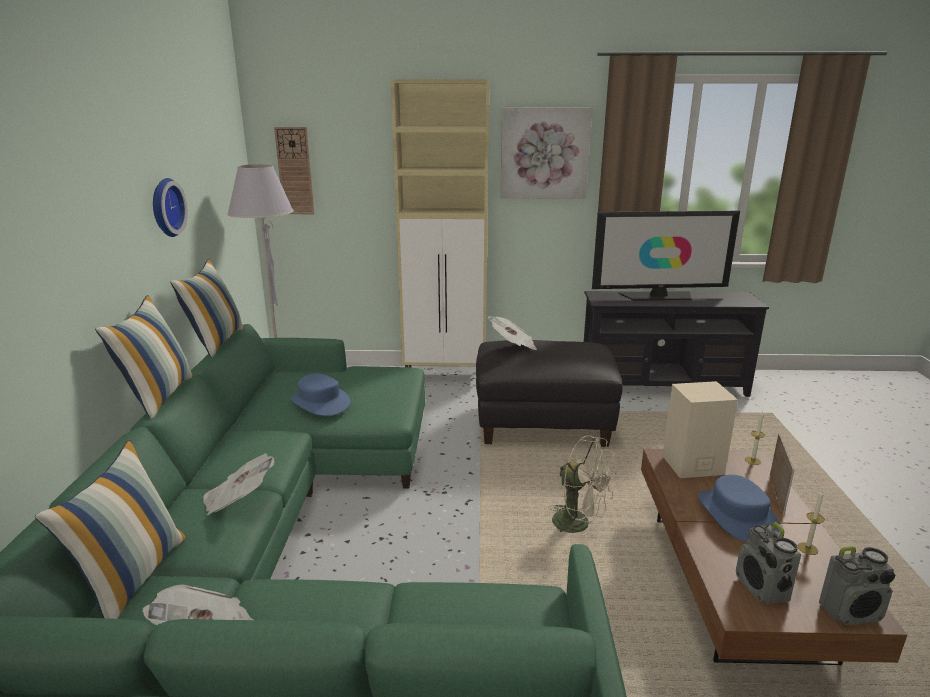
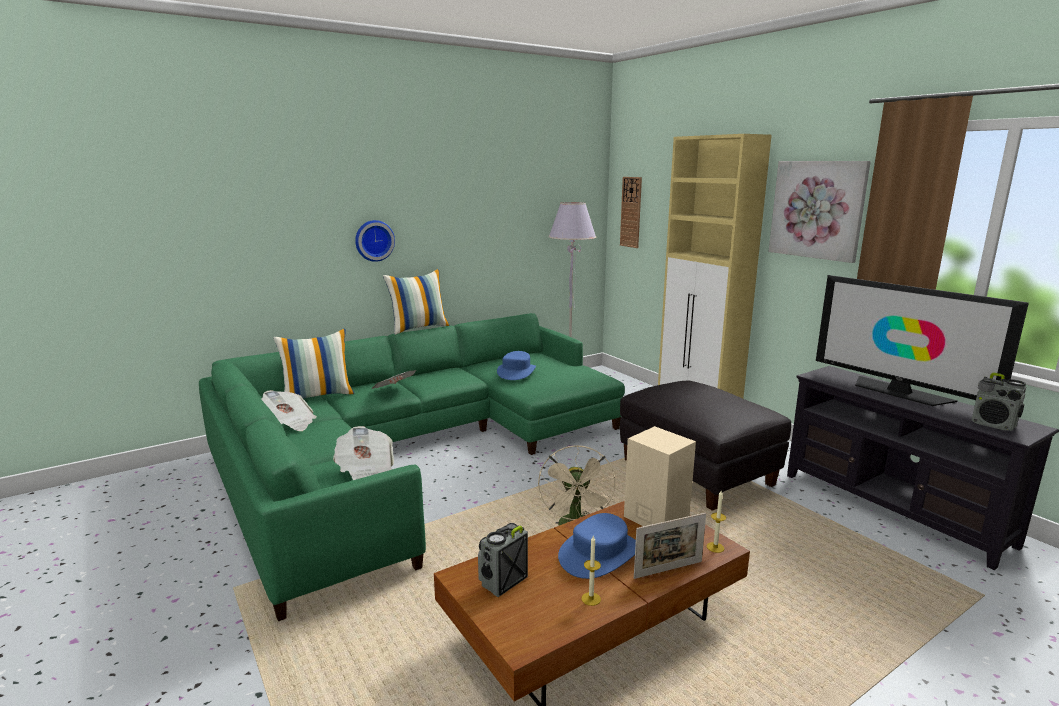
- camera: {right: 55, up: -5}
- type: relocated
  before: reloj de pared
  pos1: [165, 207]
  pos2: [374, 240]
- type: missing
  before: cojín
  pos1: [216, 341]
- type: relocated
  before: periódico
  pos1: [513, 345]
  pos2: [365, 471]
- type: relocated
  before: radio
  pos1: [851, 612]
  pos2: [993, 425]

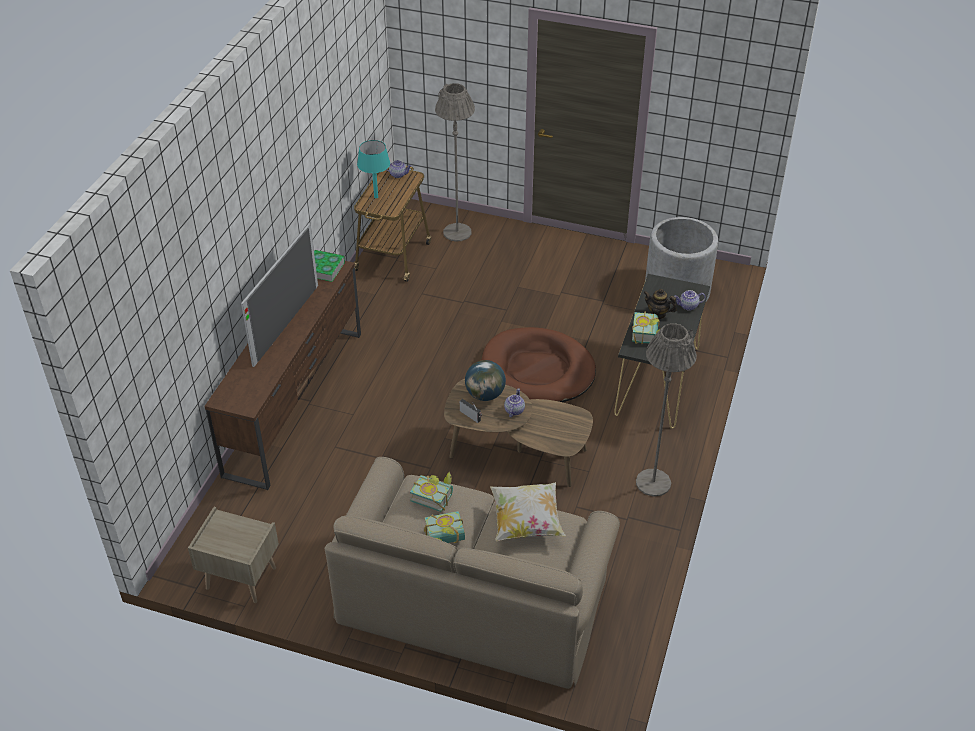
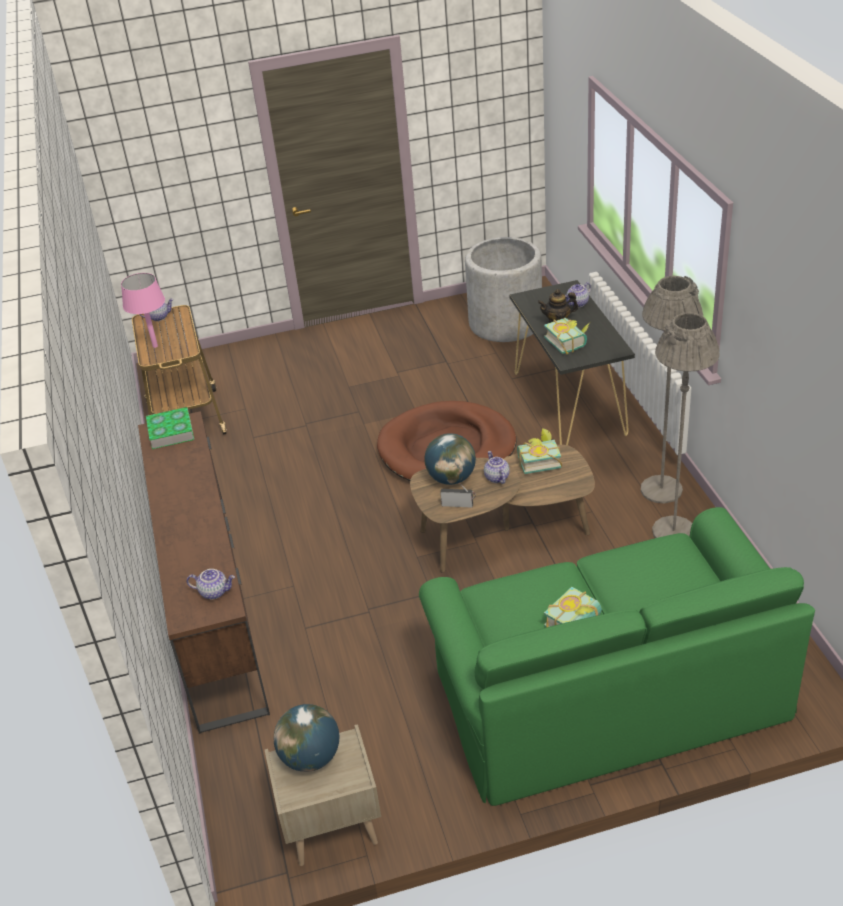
- camera: {right: -30, up: -5}
- type: relocated
  before: lámpara de pie (gris)
  pos1: [457, 232]
  pos2: [674, 531]
- type: colour
  before: lámpara de mesa (turquesa)
  after: lámpara de mesa (rosa)
  pos1: [376, 197]
  pos2: [155, 346]
- type: missing
  before: televisor
  pos1: [286, 324]
- type: colour
  before: sofá (beis)
  after: sofá (verde)
  pos1: [472, 597]
  pos2: [606, 691]
- type: relocated
  before: libro
  pos1: [433, 496]
  pos2: [538, 461]
- type: missing
  before: cojín
  pos1: [526, 522]
- type: appeared
  after: tetera
  pos2: [214, 591]
- type: appeared
  after: globo terráqueo
  pos2: [311, 757]

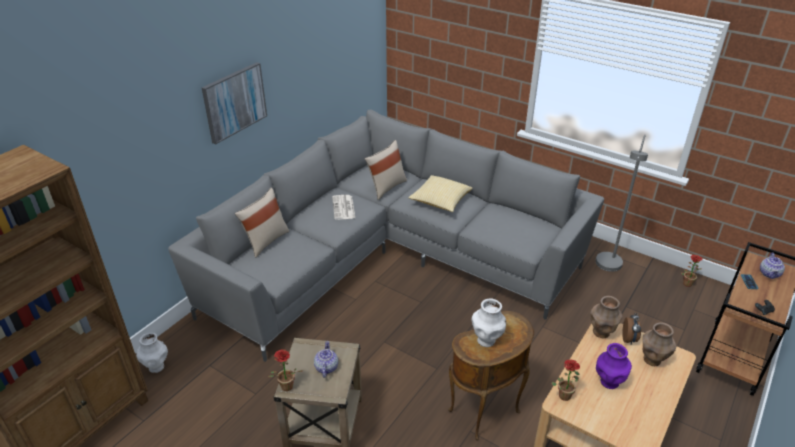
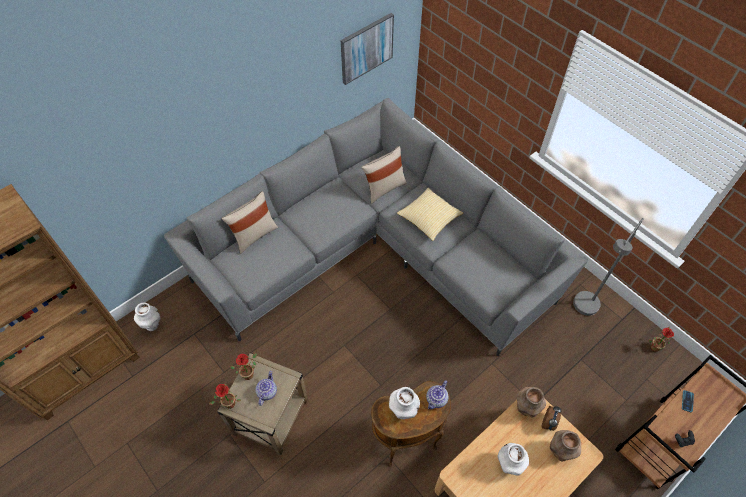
- camera: {right: 15, up: 20}
- type: relocated
  before: cuadro
  pos1: [234, 102]
  pos2: [366, 48]
- type: missing
  before: periódico
  pos1: [344, 208]
- type: relocated
  before: tetera
  pos1: [769, 274]
  pos2: [436, 400]
- type: colour
  before: florero (morado)
  after: florero (blanco)
  pos1: [608, 382]
  pos2: [509, 465]
- type: relocated
  before: planta en maceta
  pos1: [564, 394]
  pos2: [249, 373]

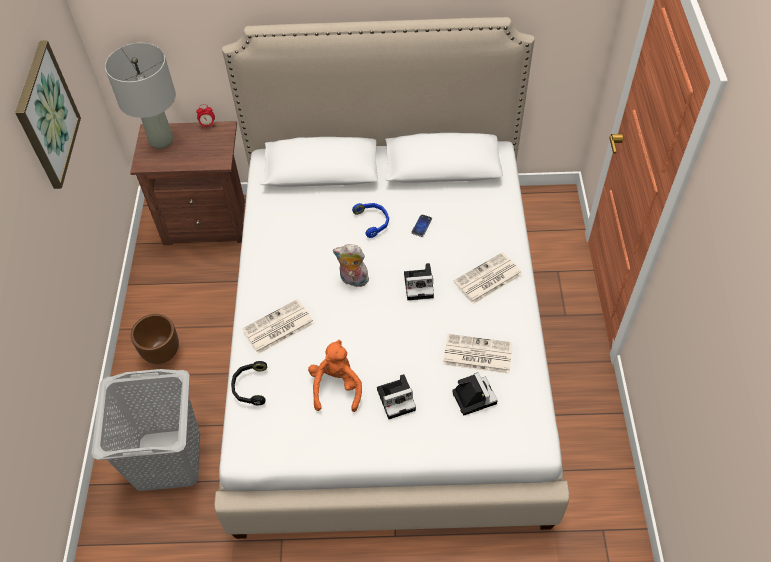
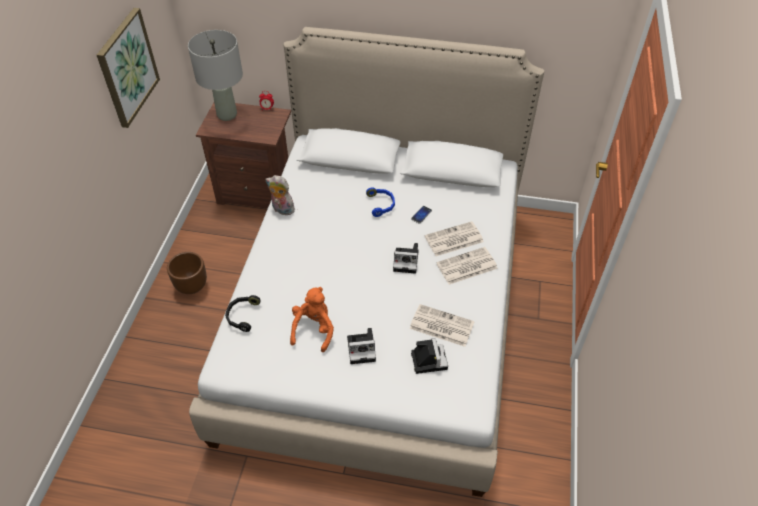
- camera: {right: 10, up: -5}
- type: relocated
  before: peluche
  pos1: [353, 280]
  pos2: [281, 210]
- type: relocated
  before: periódico
  pos1: [278, 327]
  pos2: [453, 240]
- type: missing
  before: cesto de la ropa (gris)
  pos1: [169, 459]

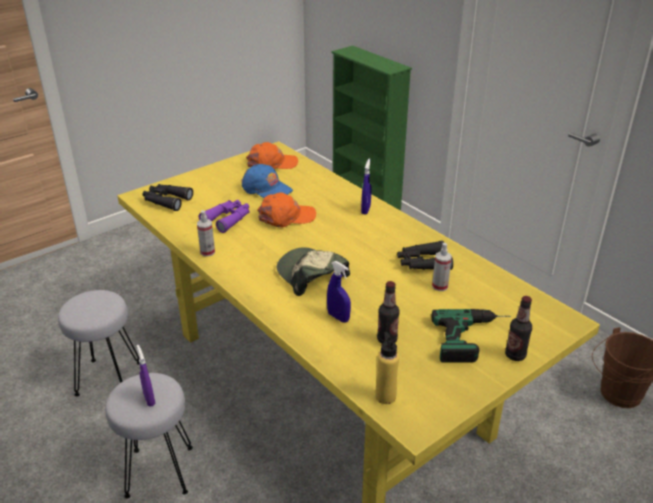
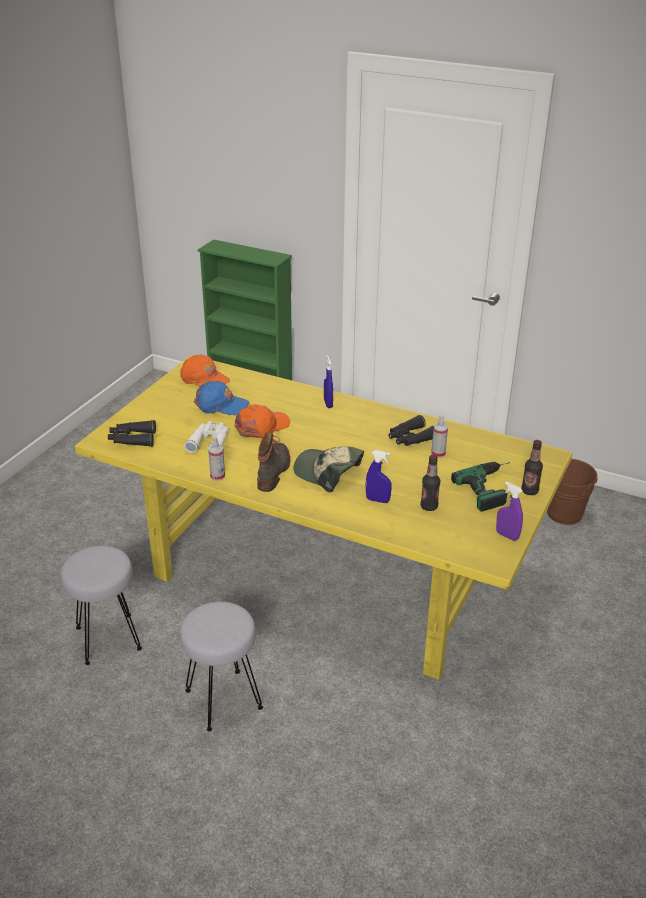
- camera: {right: -25, up: 0}
- type: spun
  before: gorra (naranja)
  pos1: [272, 164]
  pos2: [204, 379]
  turn: 75
- type: colour
  before: prismáticos (morado)
  after: prismáticos (blanco)
  pos1: [228, 219]
  pos2: [209, 442]
- type: missing
  before: botella (amarillo)
  pos1: [385, 396]
- type: relocated
  before: pulverizador (morado)
  pos1: [149, 399]
  pos2: [507, 535]
- type: appeared
  after: bota
  pos2: [274, 471]

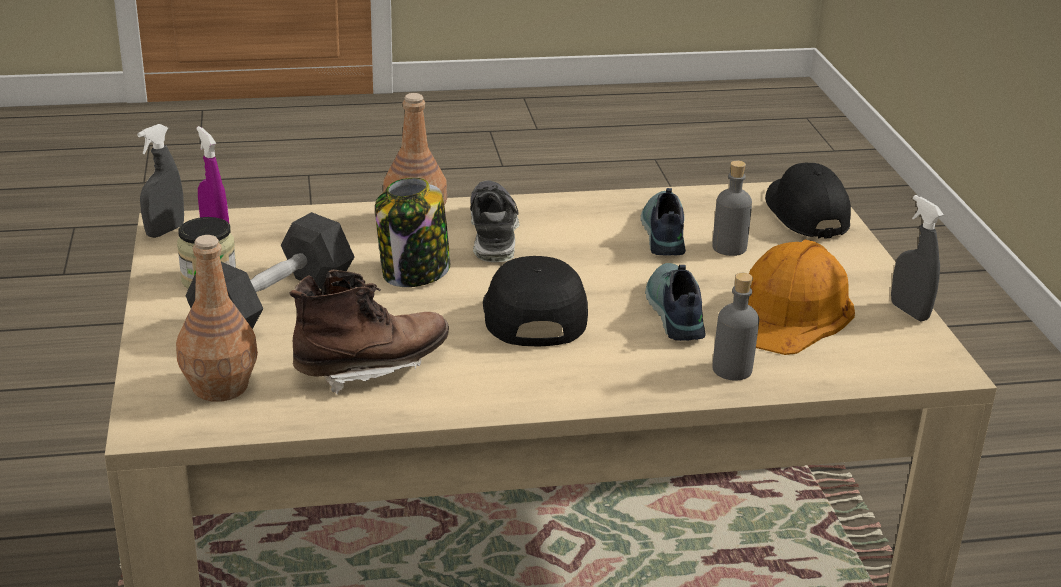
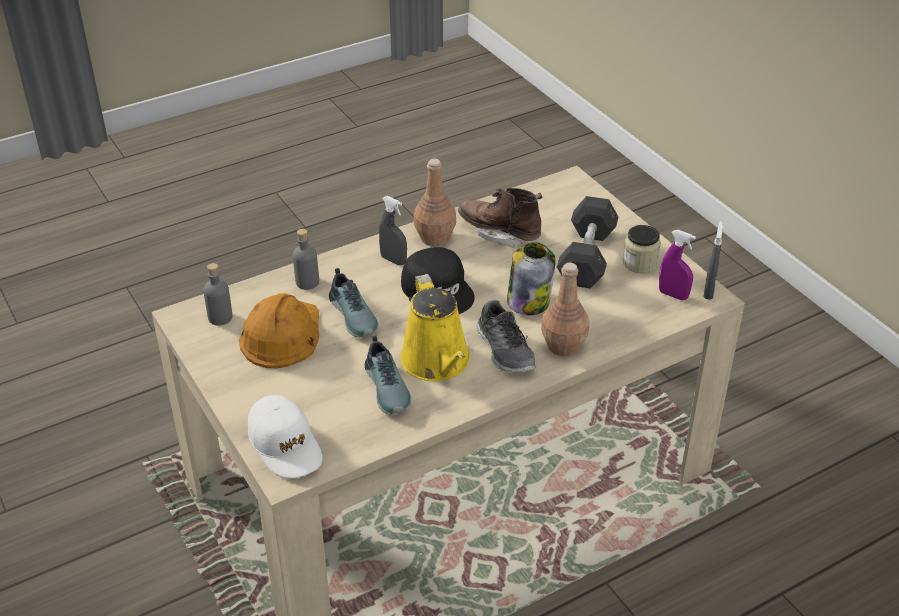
- camera: {right: 160, up: 10}
- type: relocated
  before: botella (gris)
  pos1: [729, 247]
  pos2: [220, 317]
- type: colour
  before: gorra (negro)
  after: gorra (blanco)
  pos1: [805, 213]
  pos2: [285, 445]
- type: relocated
  before: pulverizador (gris)
  pos1: [909, 311]
  pos2: [393, 260]
- type: relocated
  before: botella (marrón)
  pos1: [221, 386]
  pos2: [434, 238]
- type: spun
  before: bota (marrón)
  pos1: [371, 368]
  pos2: [499, 233]
  turn: 75
- type: appeared
  after: regadera (amarillo)
  pos2: [437, 363]

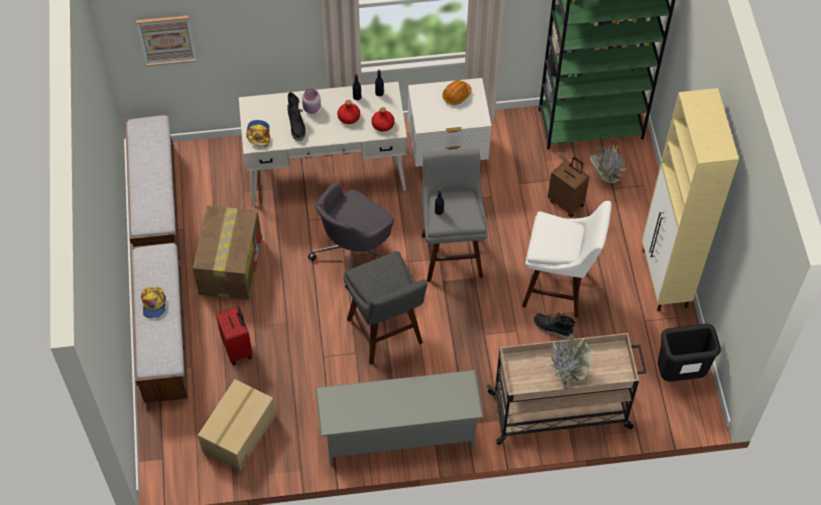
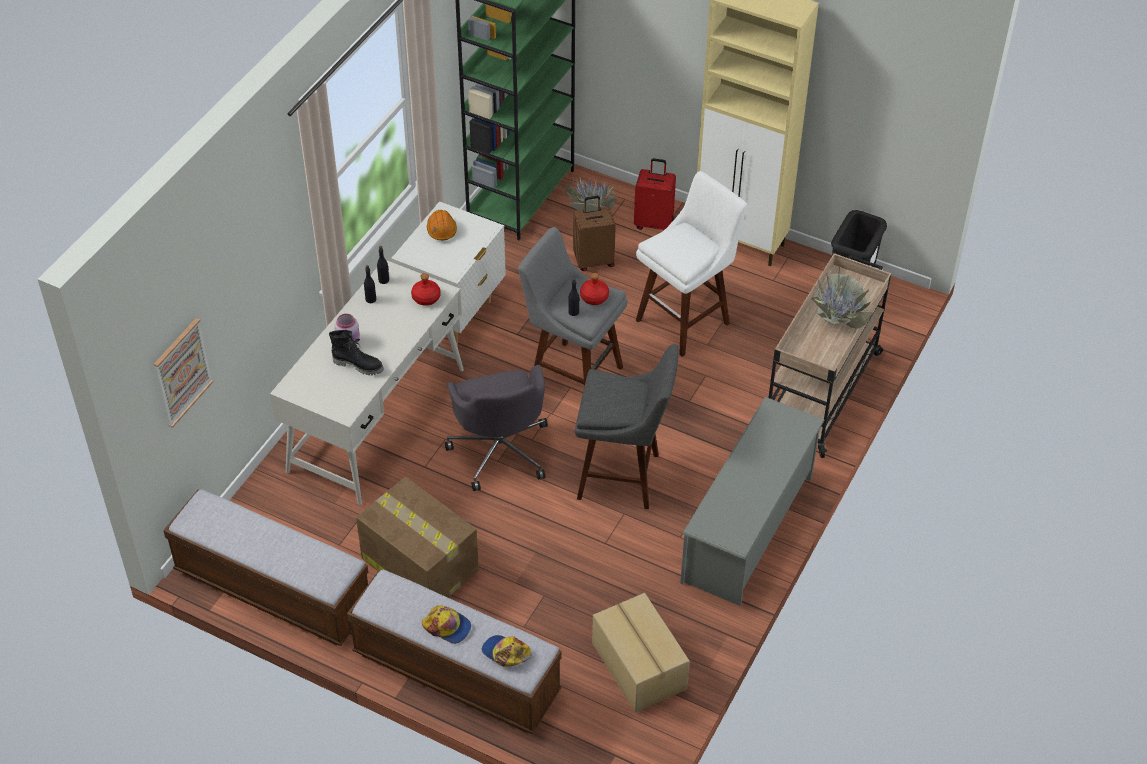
- camera: {right: -55, up: -10}
- type: relocated
  before: botella (rojo)
  pos1: [348, 117]
  pos2: [594, 297]
- type: relocated
  before: gorra
  pos1: [258, 134]
  pos2: [505, 653]
- type: relocated
  before: maleta (rojo)
  pos1: [238, 349]
  pos2: [654, 223]
- type: missing
  before: bota (negro)
  pos1: [552, 329]

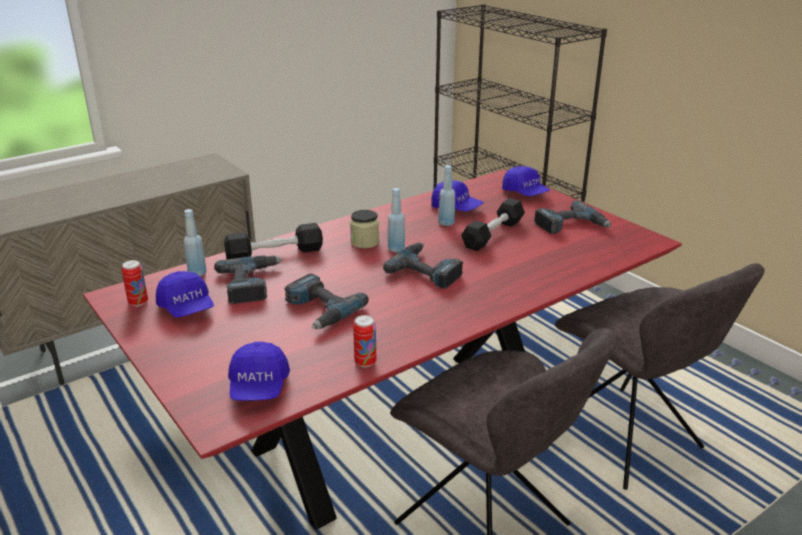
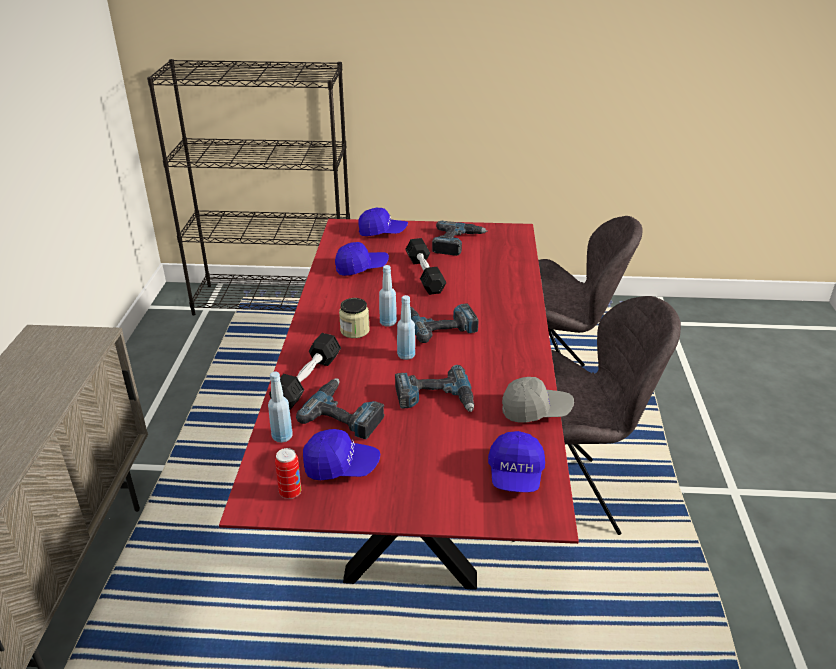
- camera: {right: -50, up: 5}
- type: relocated
  before: botella (azul)
  pos1: [446, 223]
  pos2: [406, 355]
- type: exchanged
  before: lata
  after: gorra (gris)
  pos1: [365, 362]
  pos2: [536, 411]
- type: spun
  before: gorra (azul)
  pos1: [259, 387]
  pos2: [515, 475]
  turn: 60

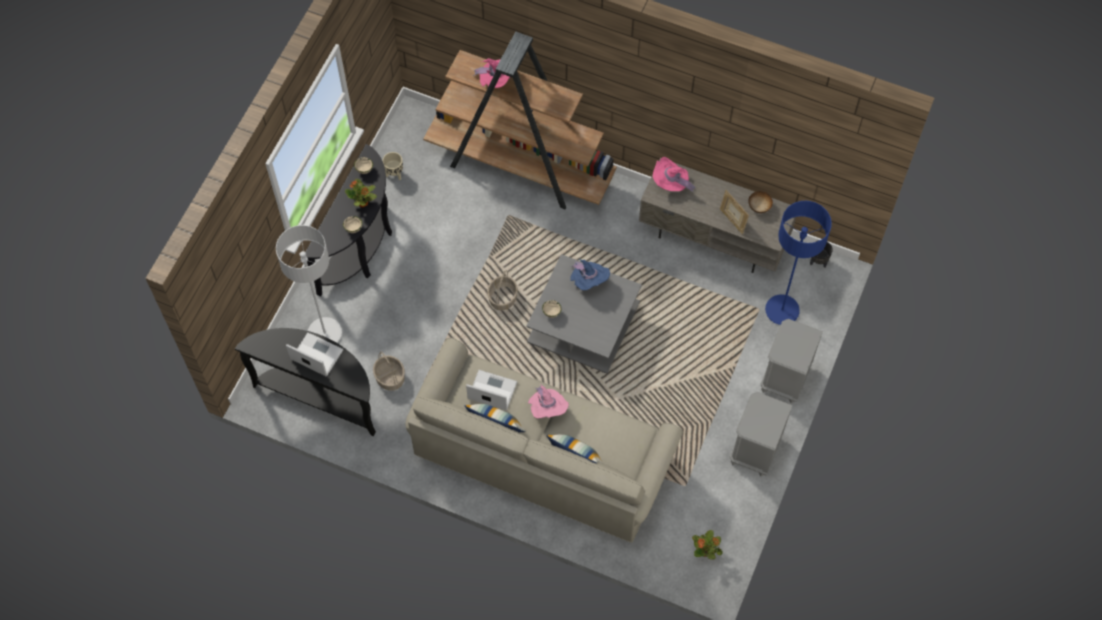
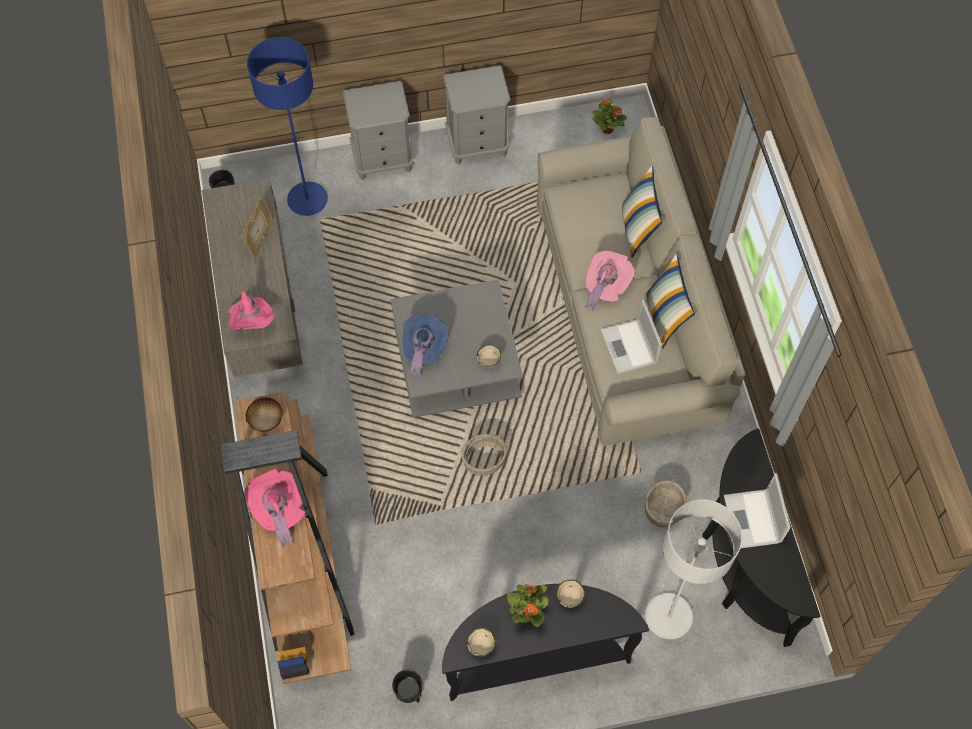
- camera: {right: -125, up: 0}
- type: colour
  before: maceta (beis)
  after: maceta (negro)
  pos1: [394, 174]
  pos2: [408, 693]
- type: relocated
  before: cuenco
  pos1: [759, 207]
  pos2: [266, 420]

